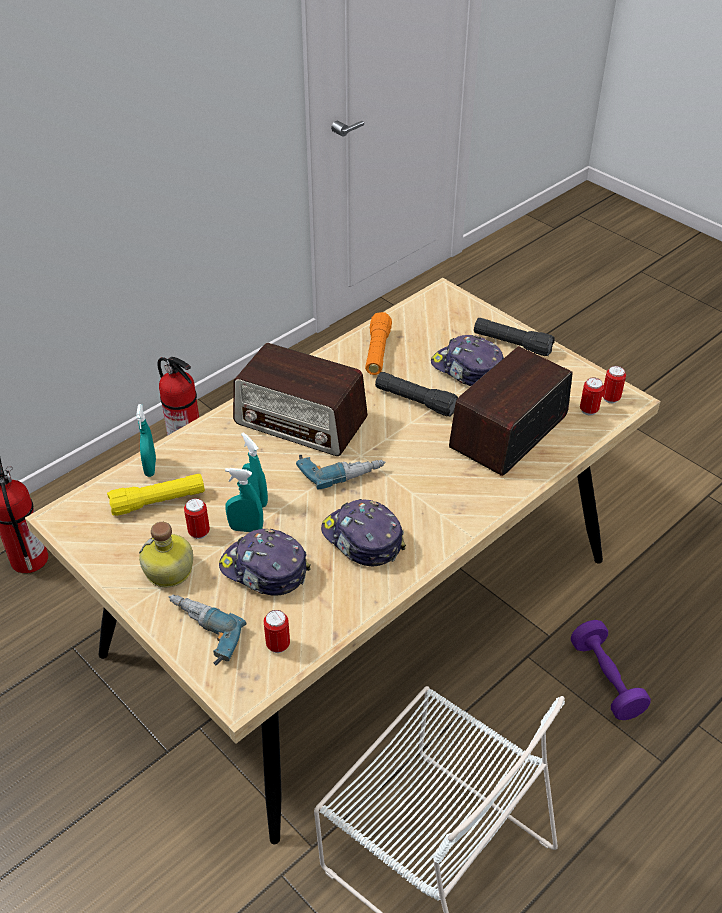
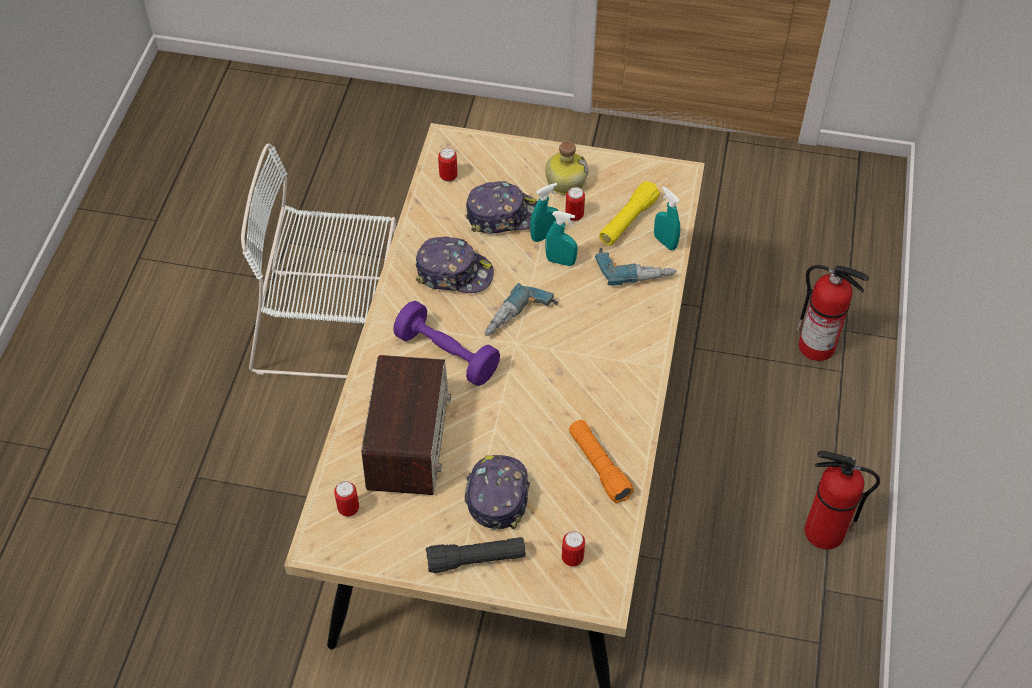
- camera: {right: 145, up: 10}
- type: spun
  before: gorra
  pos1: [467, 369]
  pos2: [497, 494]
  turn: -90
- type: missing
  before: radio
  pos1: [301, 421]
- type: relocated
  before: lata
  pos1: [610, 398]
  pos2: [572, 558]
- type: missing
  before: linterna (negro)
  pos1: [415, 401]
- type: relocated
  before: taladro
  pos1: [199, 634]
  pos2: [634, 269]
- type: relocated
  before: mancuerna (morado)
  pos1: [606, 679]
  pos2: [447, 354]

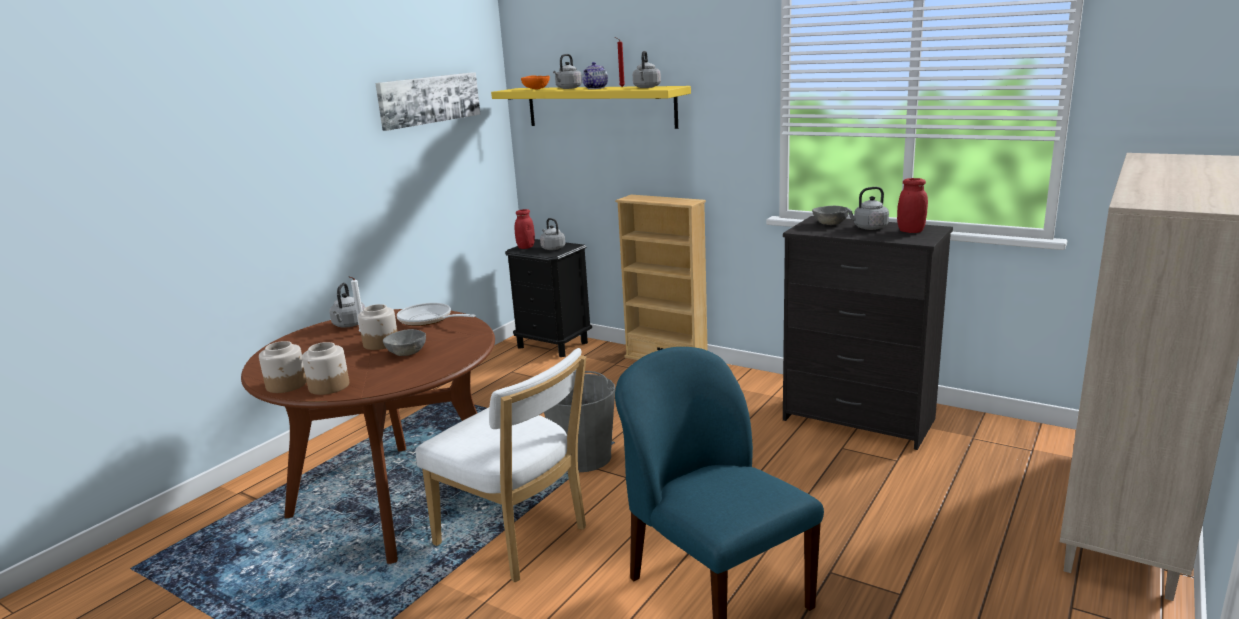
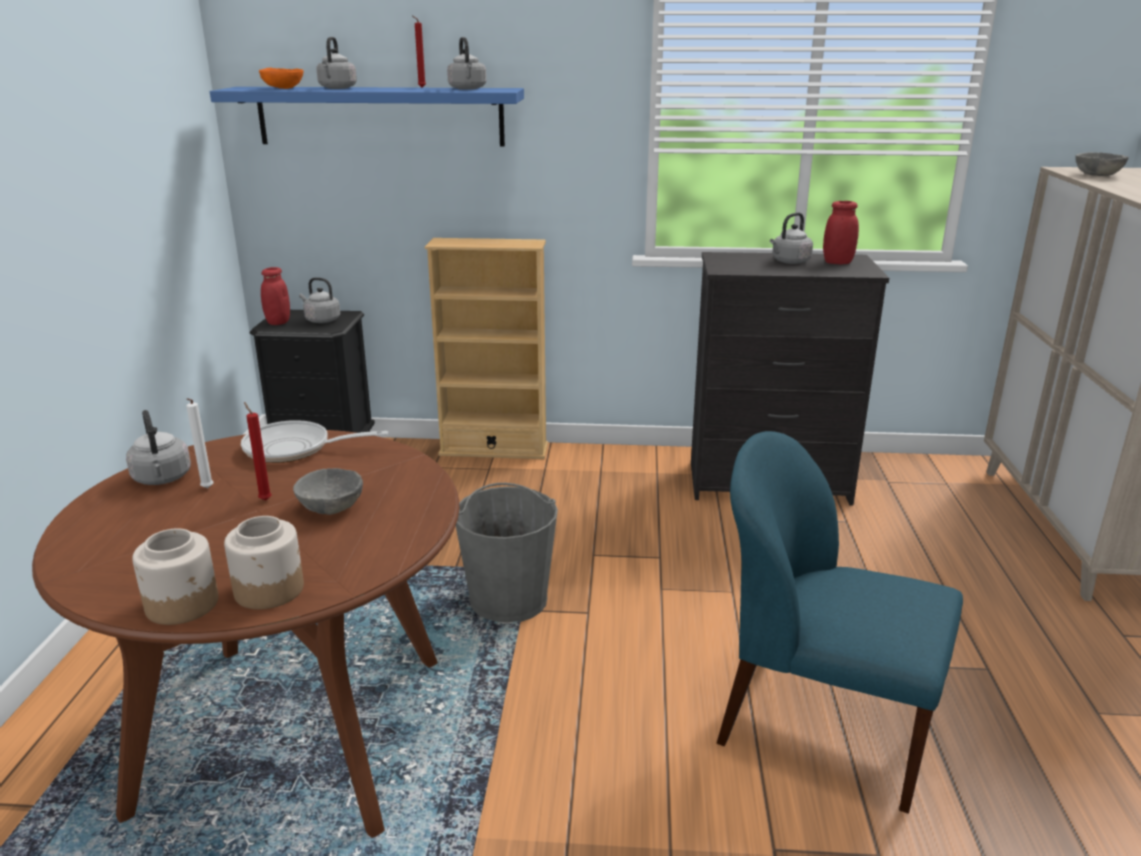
- camera: {right: -30, up: 5}
- type: missing
  before: tetera
  pos1: [596, 88]
- type: missing
  before: cuadro
  pos1: [429, 100]
- type: colour
  before: estante (amarillo)
  after: estante (azul)
  pos1: [599, 107]
  pos2: [380, 116]
- type: relocated
  before: cuenco (gris)
  pos1: [830, 224]
  pos2: [1097, 175]
- type: exchanged
  before: tarro
  after: vela (rojo)
  pos1: [381, 343]
  pos2: [264, 499]
- type: missing
  before: silla (blanco)
  pos1: [516, 539]

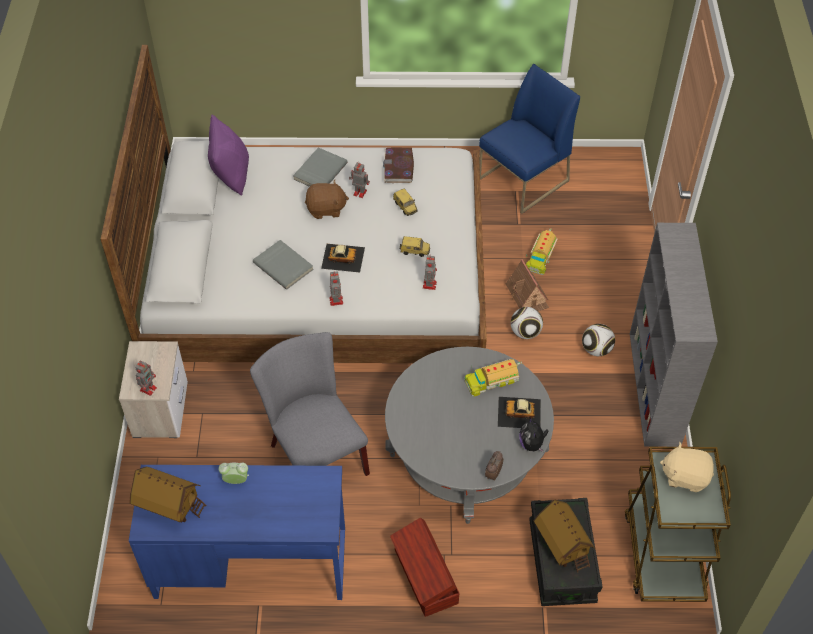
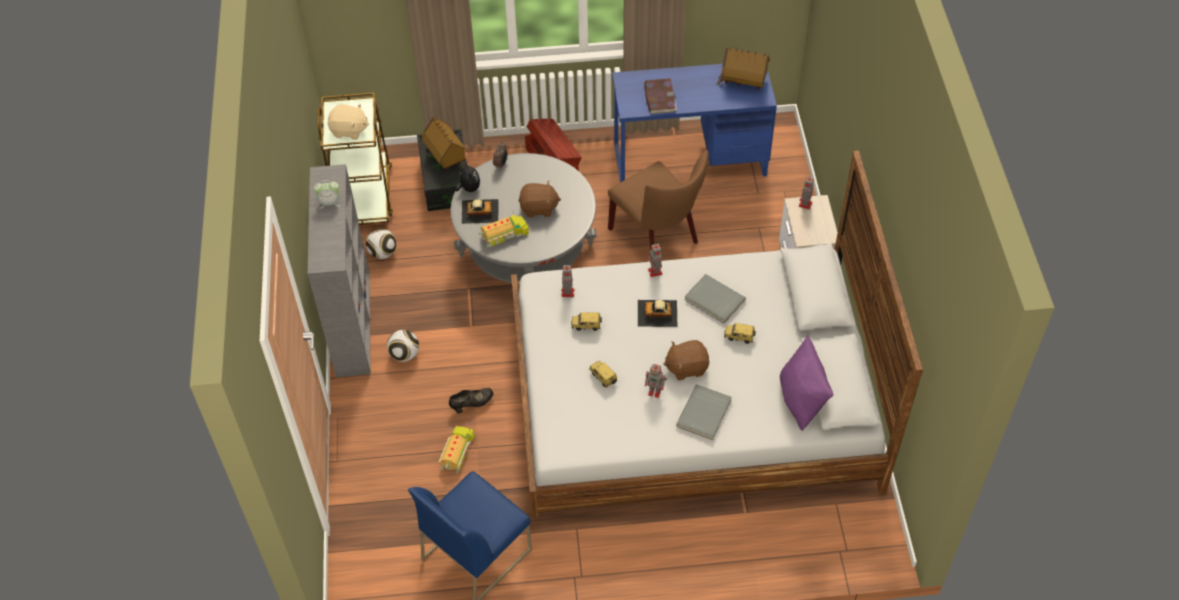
- camera: {right: 175, up: 0}
- type: relocated
  before: libro
  pos1: [398, 167]
  pos2: [659, 98]
- type: exchanged
  before: casita
  after: zapato (negro)
  pos1: [527, 296]
  pos2: [472, 404]
- type: relocated
  before: balón de fútbol
  pos1: [525, 332]
  pos2: [382, 253]
- type: colour
  before: silla (gris)
  after: silla (marrón)
  pos1: [314, 455]
  pos2: [658, 238]
- type: relocated
  before: despertador
  pos1: [236, 480]
  pos2: [329, 202]
- type: appeared
  after: peluche (marrón)
  pos2: [539, 208]
- type: appeared
  after: coche de juguete
  pos2: [739, 337]

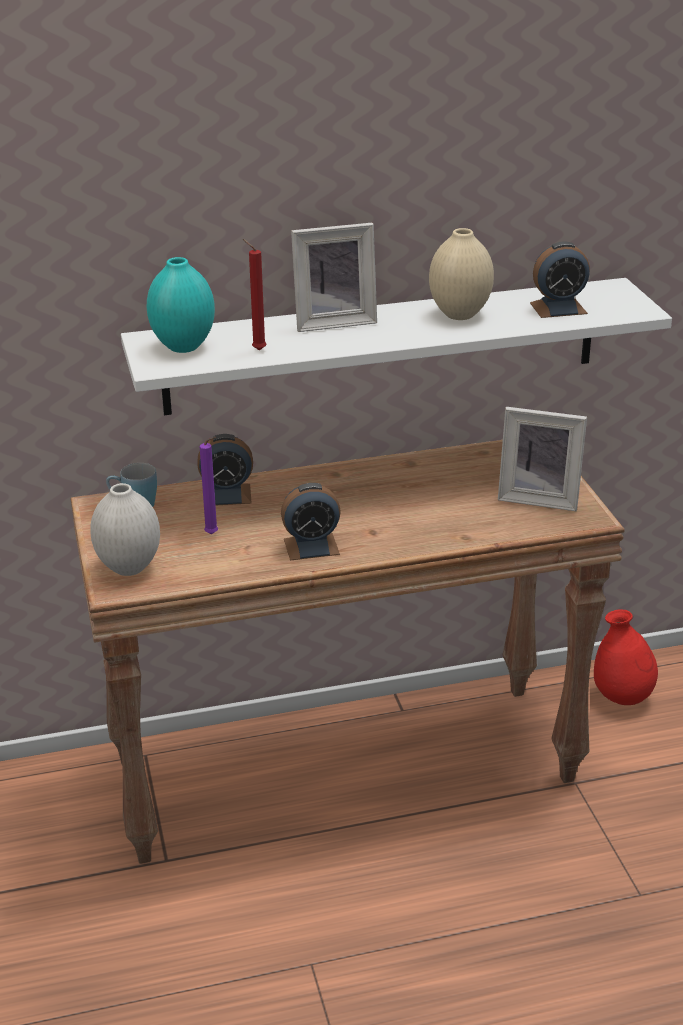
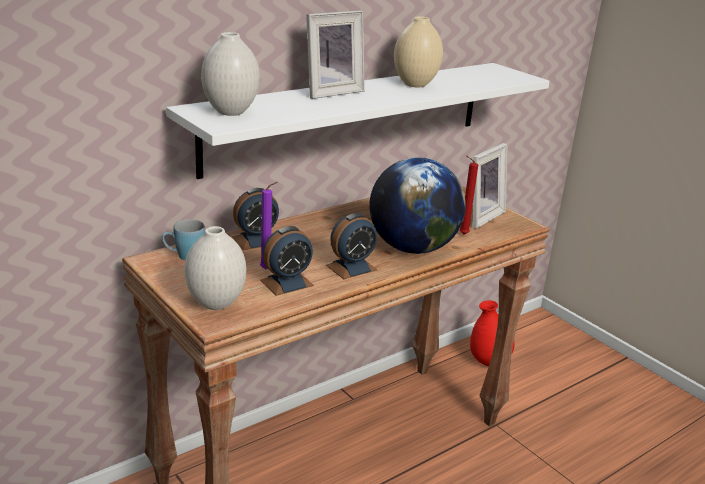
- camera: {right: -25, up: -5}
- type: relocated
  before: vela (rojo)
  pos1: [257, 350]
  pos2: [462, 234]
- type: relocated
  before: despertador
  pos1: [558, 308]
  pos2: [286, 283]
- type: colour
  before: florero (turquesa)
  after: florero (blanco)
  pos1: [183, 346]
  pos2: [230, 112]
- type: spun
  before: portarretratos
  pos1: [539, 497]
  pos2: [480, 216]
  turn: -45
- type: appeared
  after: globo terráqueo
  pos2: [412, 248]

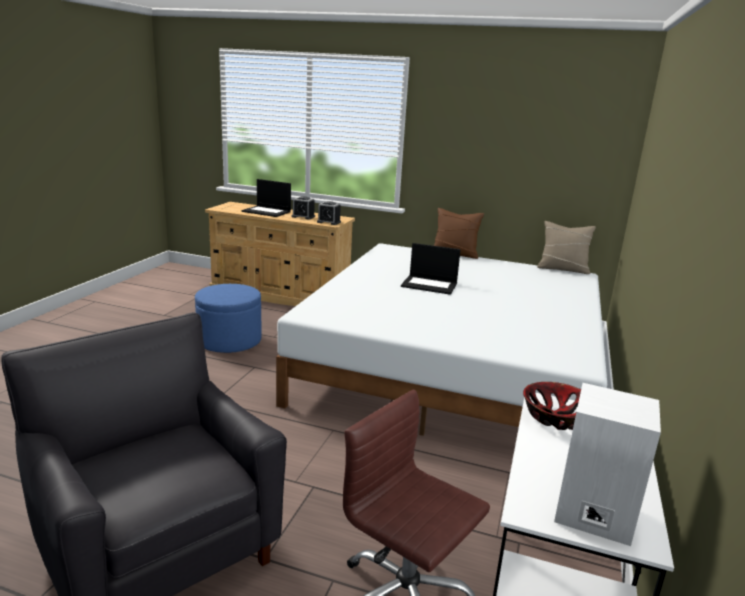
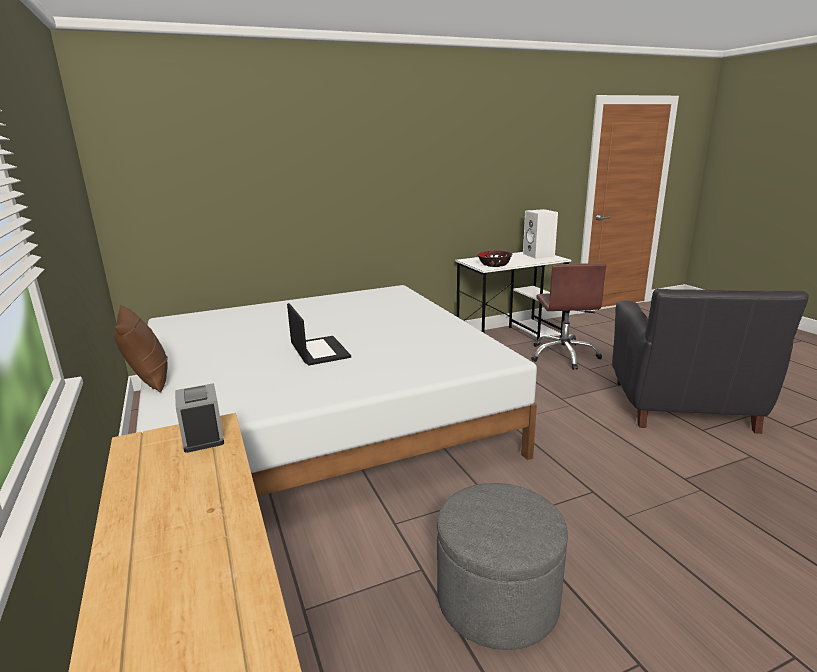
- camera: {right: -130, up: 0}
- type: missing
  before: portátil
  pos1: [267, 211]
- type: missing
  before: despertador
  pos1: [303, 217]
- type: missing
  before: cojín (beis)
  pos1: [562, 269]
- type: colour
  before: puf (azul)
  after: puf (gris)
  pos1: [229, 341]
  pos2: [497, 599]

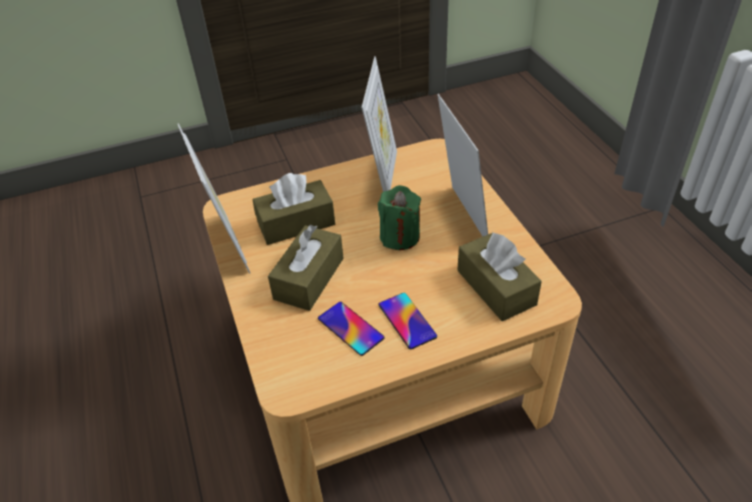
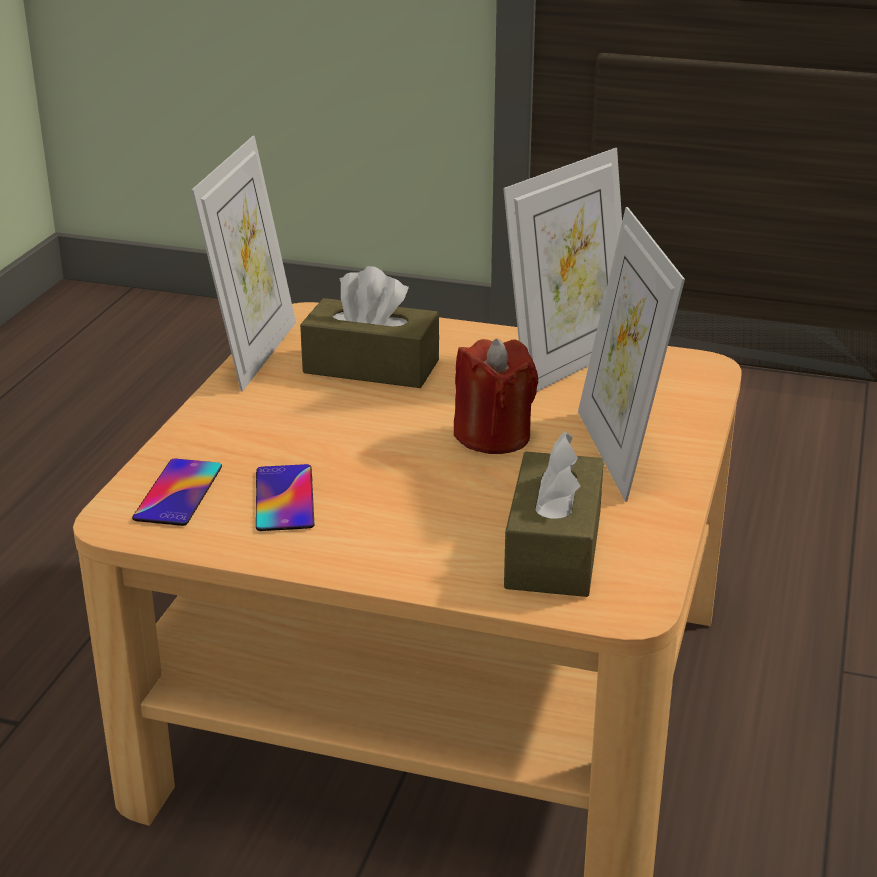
- camera: {right: 35, up: -15}
- type: spun
  before: portarretratos
  pos1: [461, 217]
  pos2: [619, 452]
  turn: 150
- type: colour
  before: vela (verde)
  after: vela (rojo)
  pos1: [399, 236]
  pos2: [493, 436]
- type: missing
  before: caja de pañuelos (marrón)
  pos1: [309, 278]
- type: relocated
  before: móvil
  pos1: [407, 320]
  pos2: [178, 493]

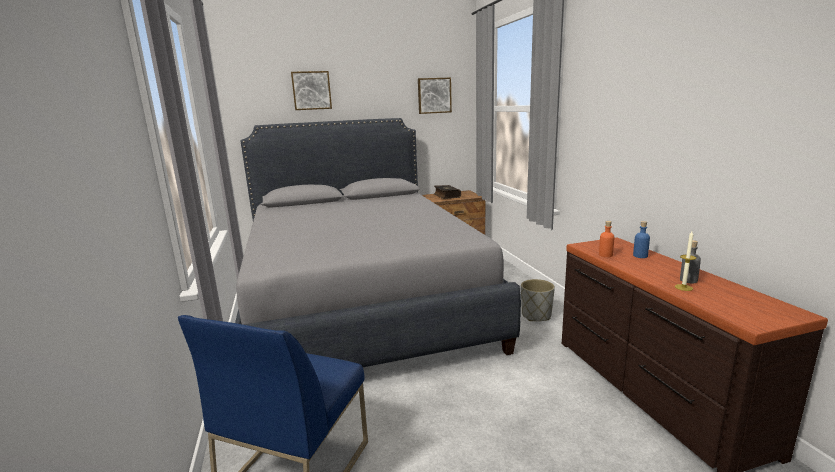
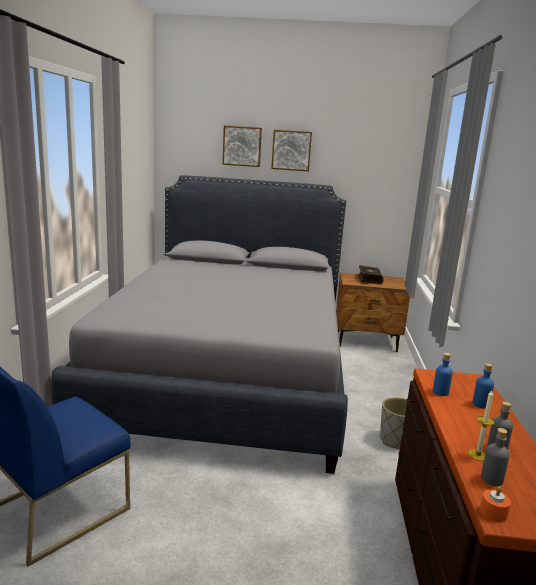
- camera: {right: 20, up: 0}
- type: relocated
  before: cuadro
  pos1: [434, 95]
  pos2: [291, 150]
- type: colour
  before: botella (naranja)
  after: botella (azul)
  pos1: [605, 255]
  pos2: [440, 392]
- type: appeared
  after: botella (gris)
  pos2: [491, 479]
- type: appeared
  after: vela (naranja)
  pos2: [493, 512]

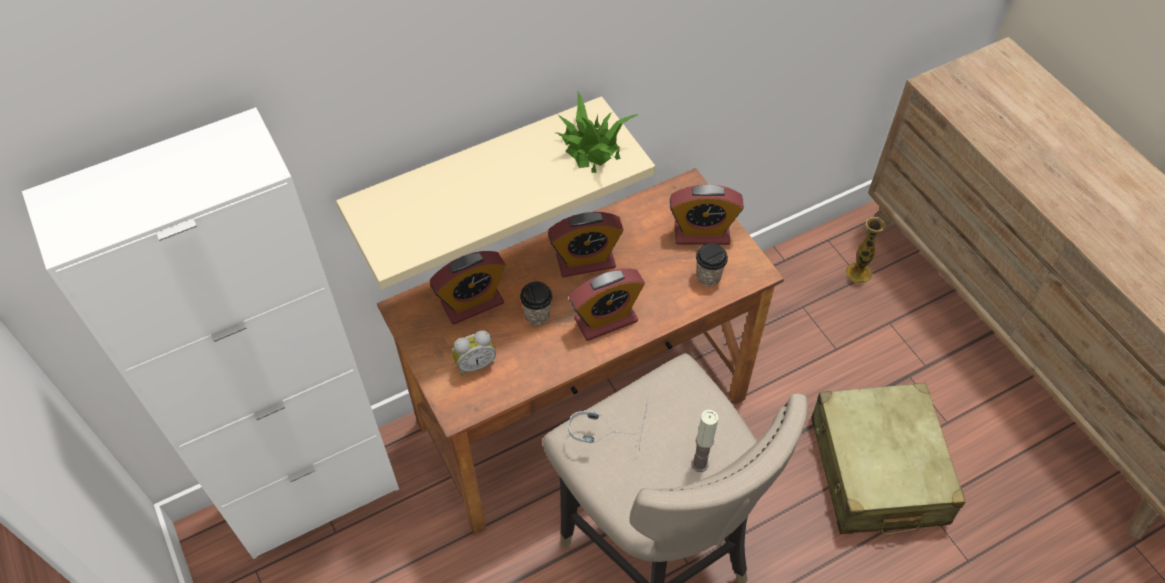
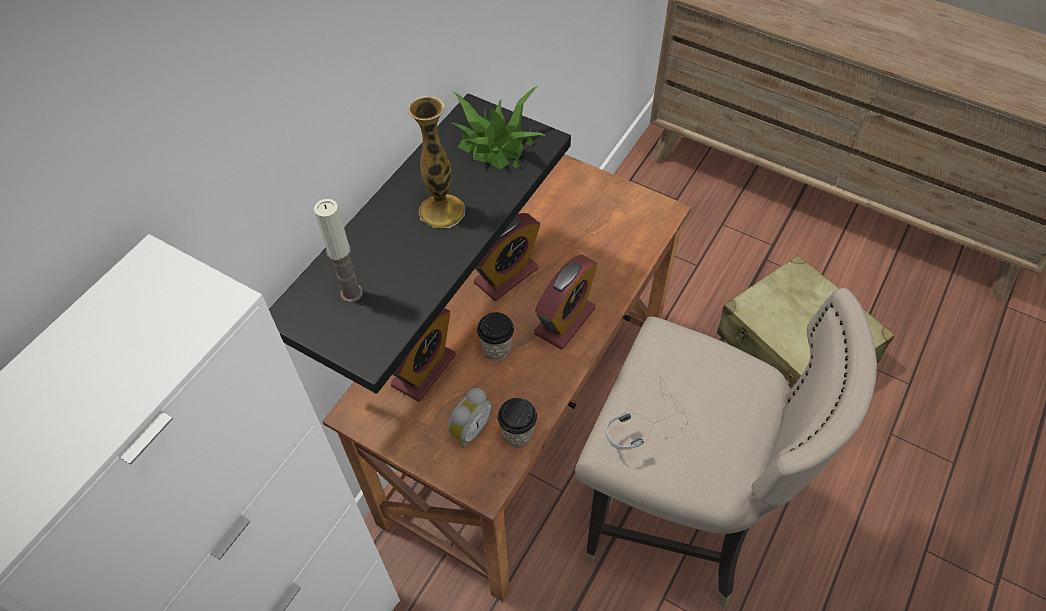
- camera: {right: -30, up: 0}
- type: colour
  before: estante (beis)
  after: estante (negro)
  pos1: [477, 174]
  pos2: [380, 229]
- type: missing
  before: despertador
  pos1: [701, 233]
- type: relocated
  before: florero
  pos1: [858, 273]
  pos2: [442, 211]
- type: relocated
  before: taza
  pos1: [708, 277]
  pos2: [517, 434]
- type: relocated
  before: vela
  pos1: [699, 464]
  pos2: [351, 293]

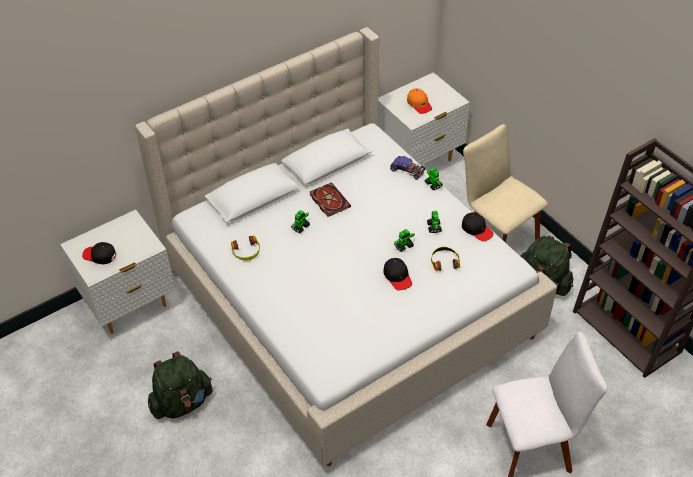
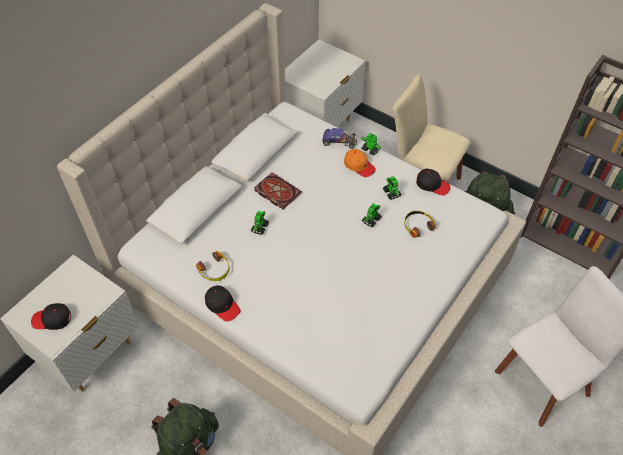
- camera: {right: -20, up: 5}
- type: relocated
  before: gorra (naranja)
  pos1: [419, 104]
  pos2: [359, 166]
- type: relocated
  before: gorra (negro)
  pos1: [397, 277]
  pos2: [222, 305]

